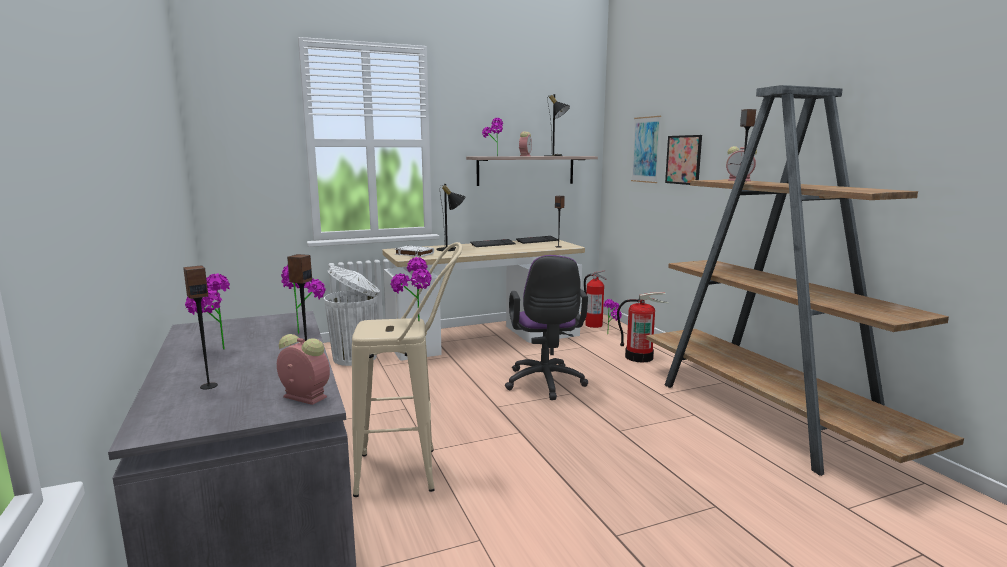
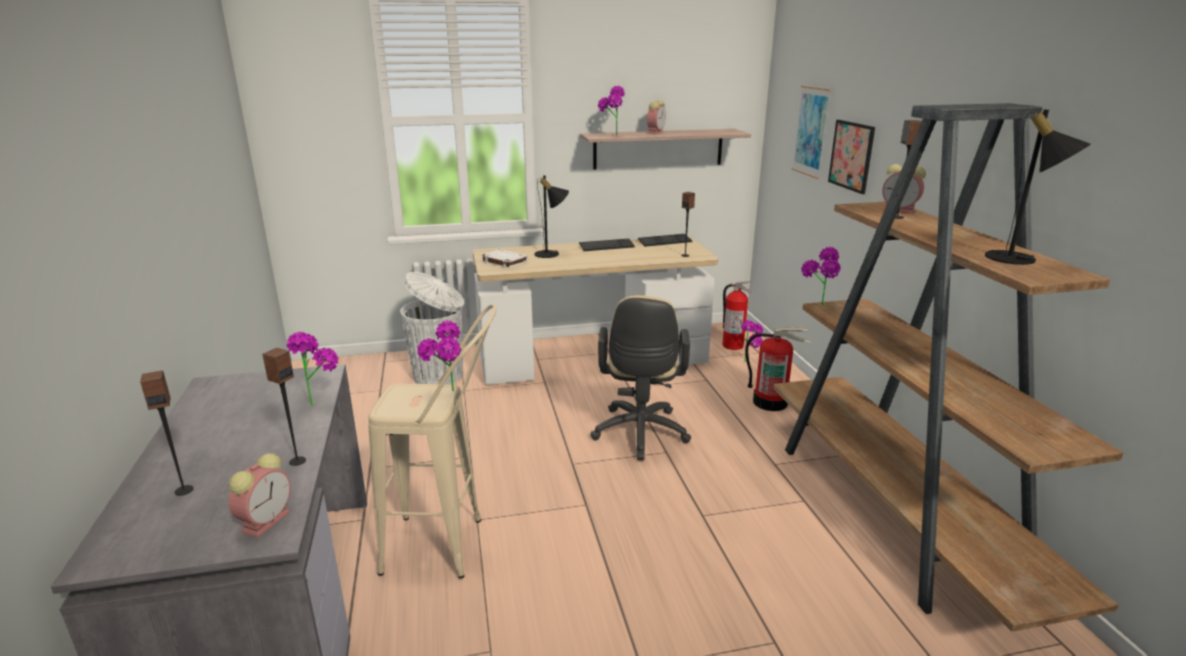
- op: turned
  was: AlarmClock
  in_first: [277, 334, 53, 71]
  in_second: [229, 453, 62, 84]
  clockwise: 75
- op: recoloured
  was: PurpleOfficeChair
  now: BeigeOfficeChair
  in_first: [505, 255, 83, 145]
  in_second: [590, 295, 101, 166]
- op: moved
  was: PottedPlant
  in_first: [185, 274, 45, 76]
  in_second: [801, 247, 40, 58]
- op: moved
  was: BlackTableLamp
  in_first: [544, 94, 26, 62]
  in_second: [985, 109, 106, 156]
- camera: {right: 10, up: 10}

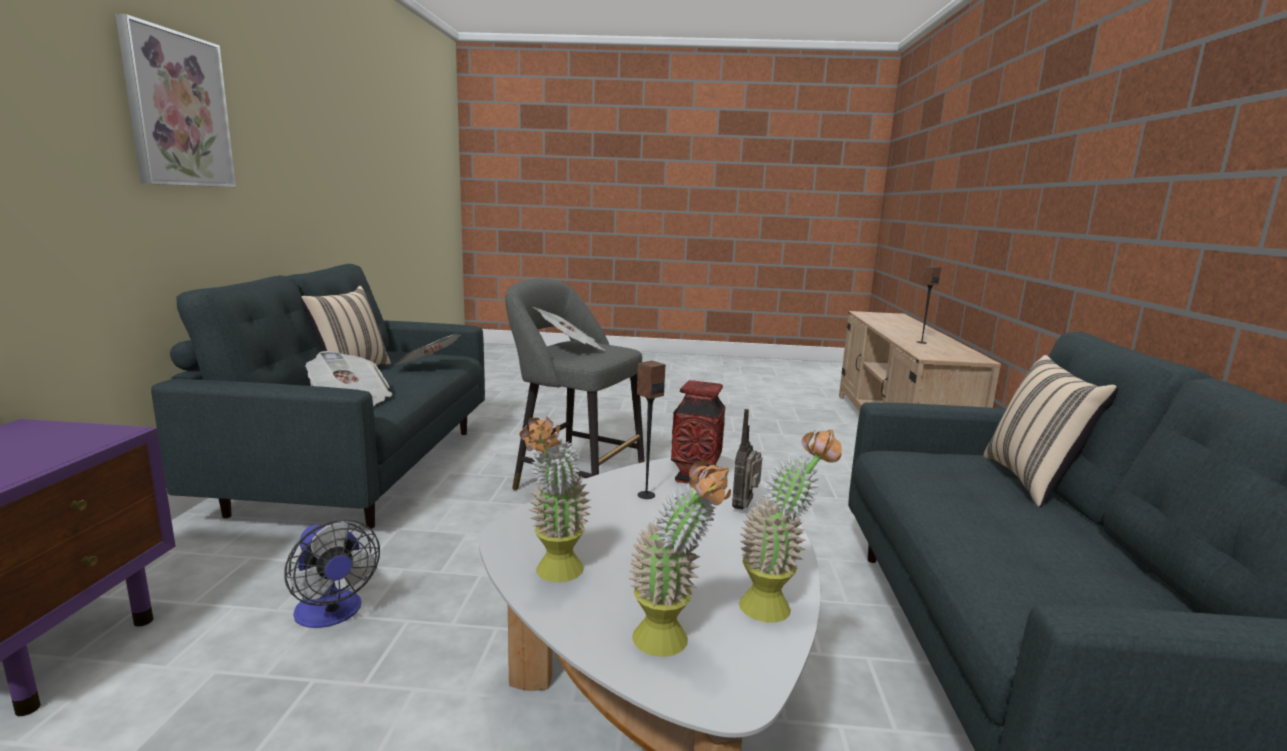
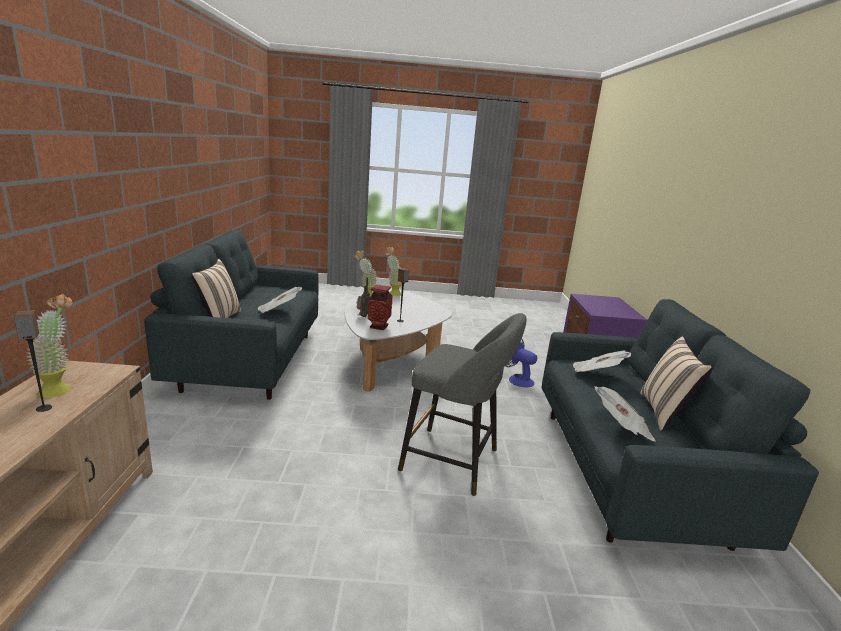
- op: moved
  was: PottedPlant
  in_first: [519, 415, 72, 167]
  in_second: [27, 293, 46, 105]
- op: moved
  was: Newspaper
  in_first: [533, 307, 73, 44]
  in_second: [258, 287, 44, 26]
- op: removed
  was: Picture
  in_first: [115, 14, 121, 173]
- camera: {right: 175, up: 5}

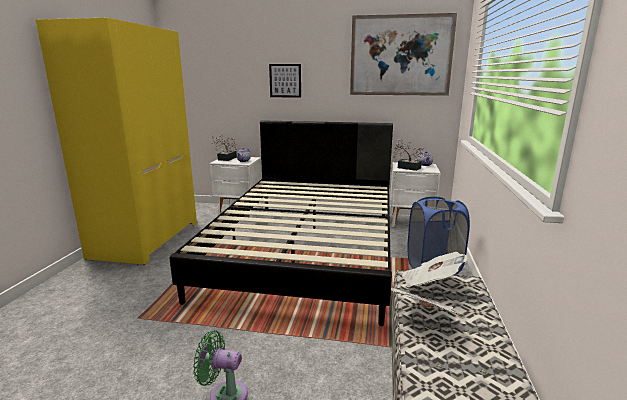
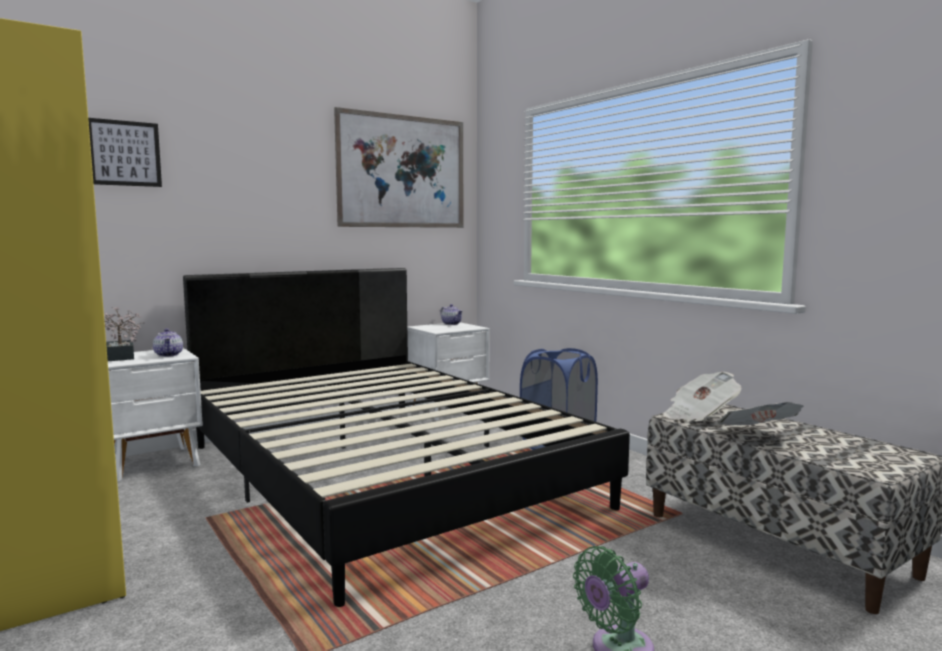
- op: moved
  was: Picture
  in_first: [269, 64, 32, 34]
  in_second: [88, 118, 74, 69]
- op: removed
  was: PottedPlant
  in_first: [392, 139, 34, 32]
- camera: {right: -45, up: -10}

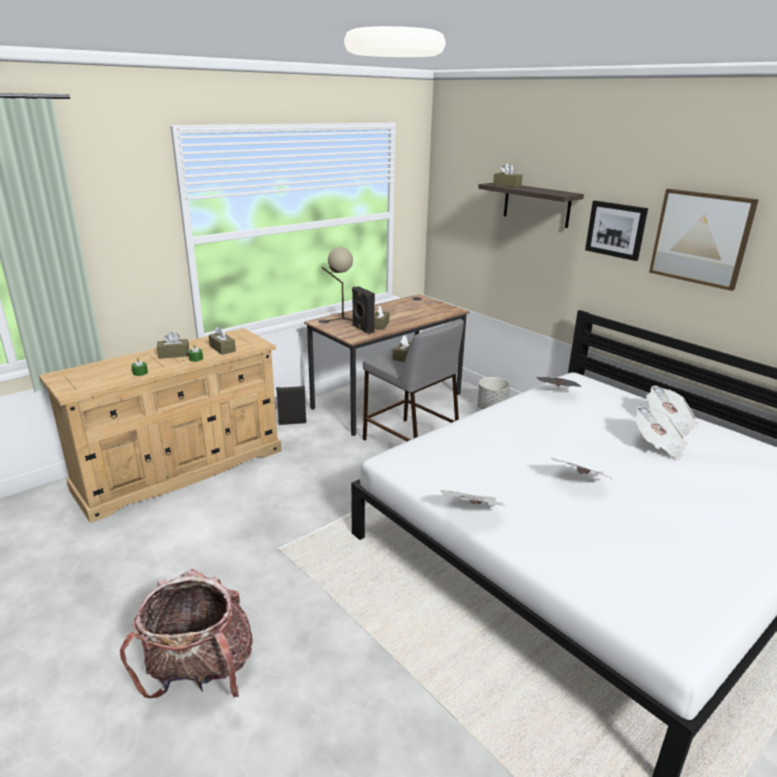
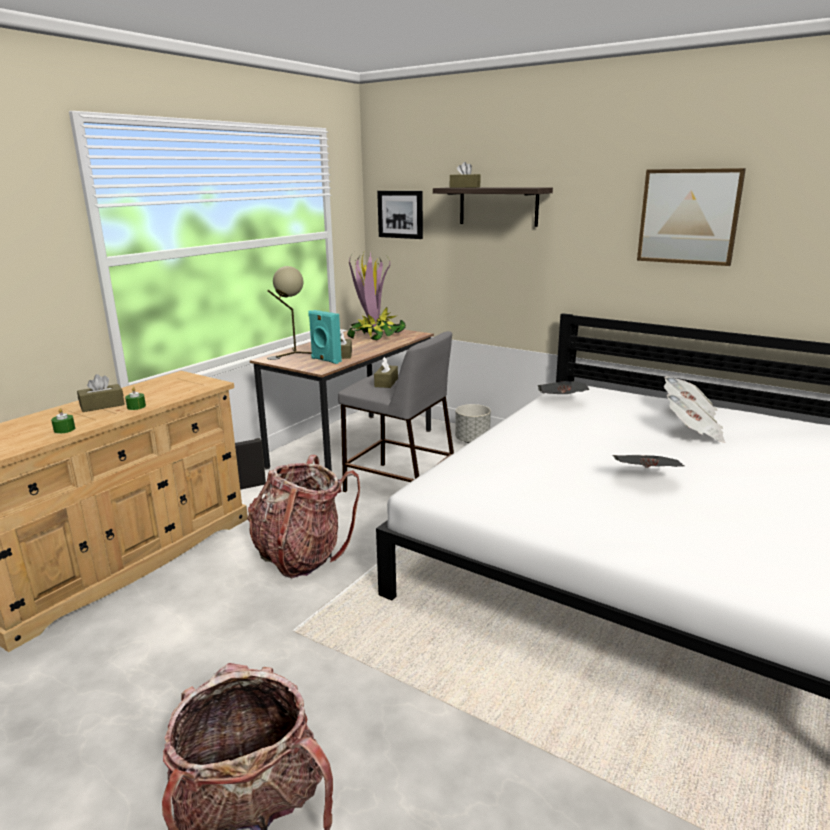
- op: added
  now: Backpack
  in_second: [247, 455, 113, 123]
- op: recoloured
  was: BlackSpeaker
  now: TurquoiseSpeaker
  in_first: [352, 286, 23, 48]
  in_second: [308, 310, 34, 54]
- op: added
  now: PottedPlant
  in_second: [347, 252, 59, 88]
- op: moved
  was: Picture
  in_first: [585, 200, 63, 61]
  in_second: [377, 191, 46, 48]
- op: removed
  was: BrownTissueBox
  in_first: [209, 326, 27, 29]
- op: removed
  was: Newspaper
  in_first: [441, 490, 64, 16]
- camera: {right: -15, up: -5}

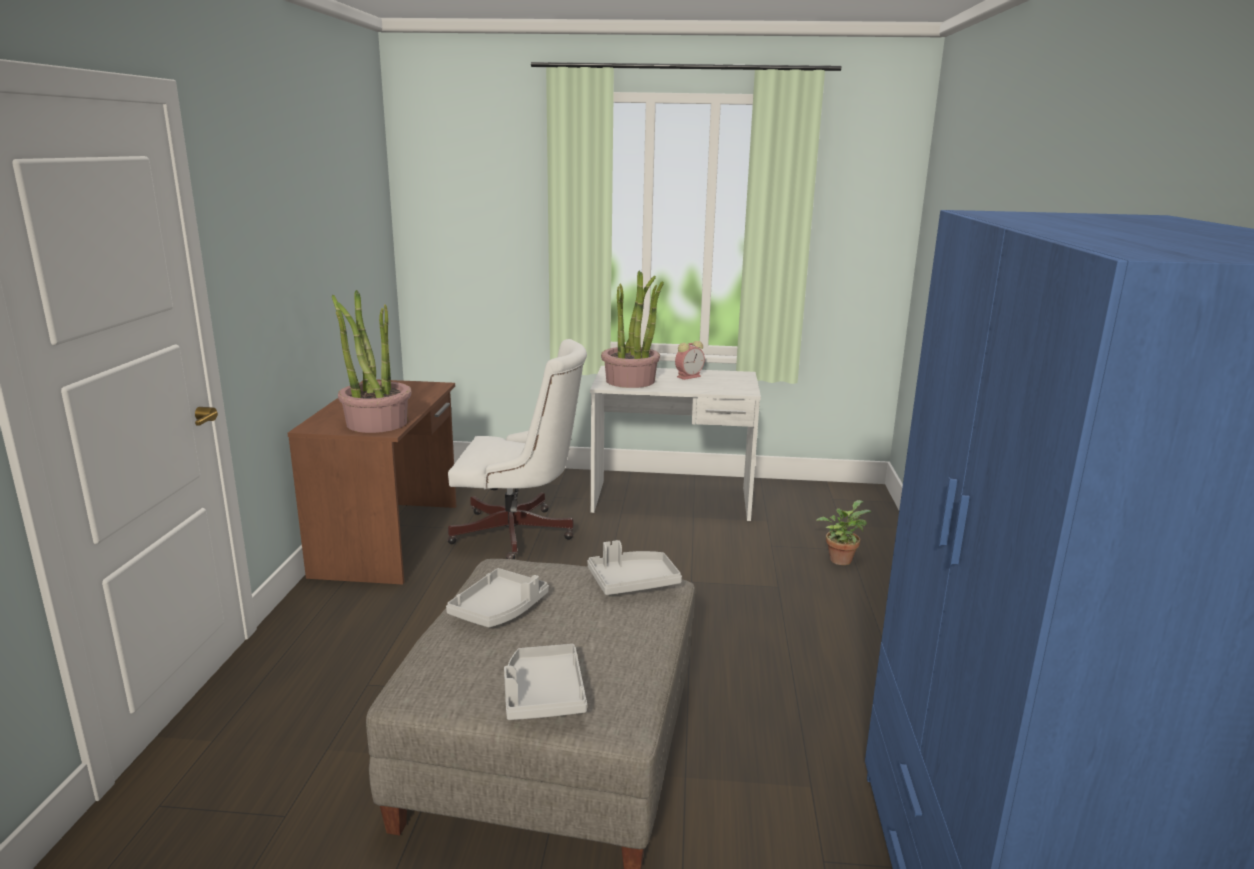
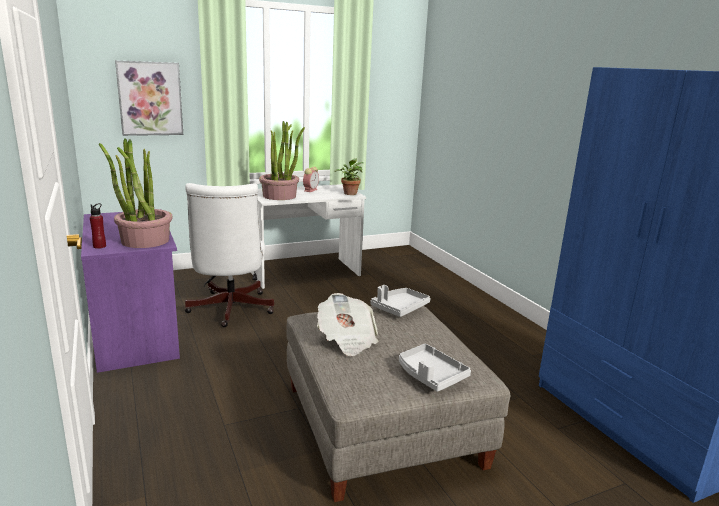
- op: recoloured
  was: BrownDesk
  now: PurpleDesk
  in_first: [288, 379, 168, 206]
  in_second: [81, 209, 99, 164]
- op: added
  now: RedBottle
  in_second: [90, 203, 16, 46]
- op: added
  now: Picture
  in_second: [115, 60, 68, 76]
- op: turned
  was: WhiteOfficeChair
  in_first: [447, 339, 140, 220]
  in_second: [185, 183, 89, 144]
  clockwise: 105
- op: replaced
  was: GreyTray
  now: Newspaper
  in_first: [446, 568, 103, 60]
  in_second: [317, 293, 61, 63]
- op: moved
  was: PottedPlant
  in_first: [816, 500, 55, 65]
  in_second: [334, 158, 29, 37]
- camera: {right: -30, up: 0}

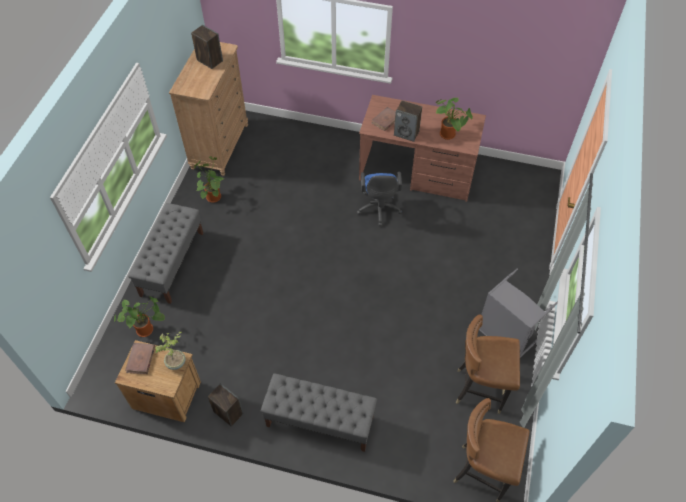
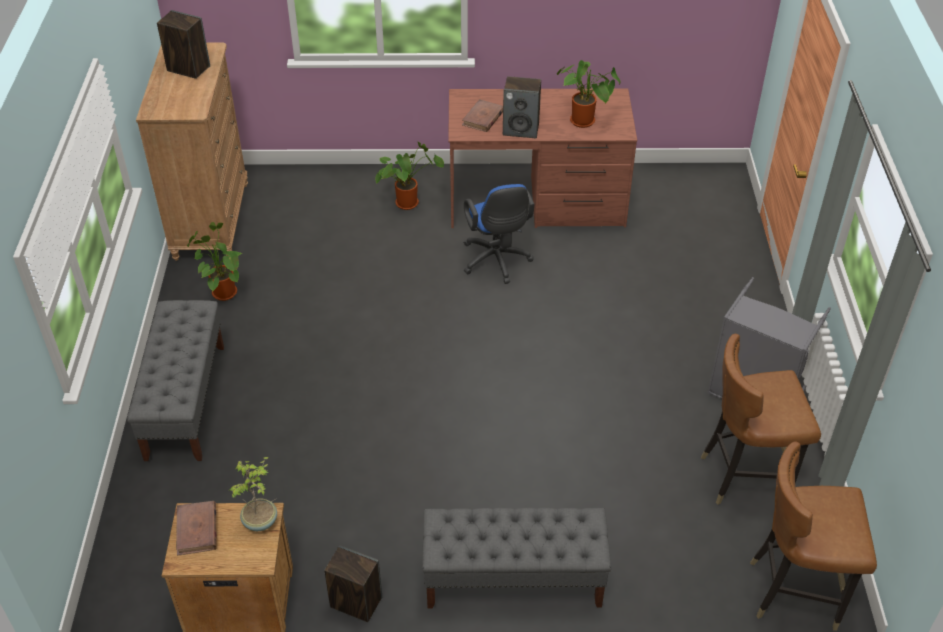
- op: moved
  was: PottedPlant
  in_first: [114, 296, 51, 41]
  in_second: [375, 142, 69, 68]
- camera: {right: -15, up: -10}

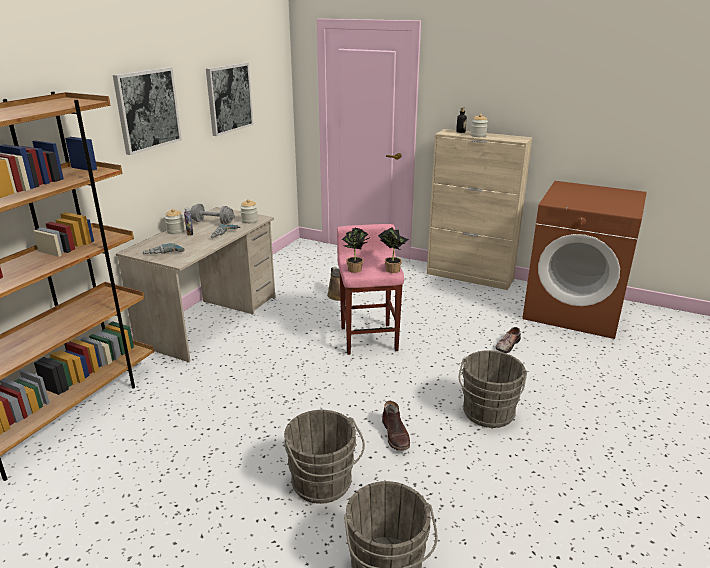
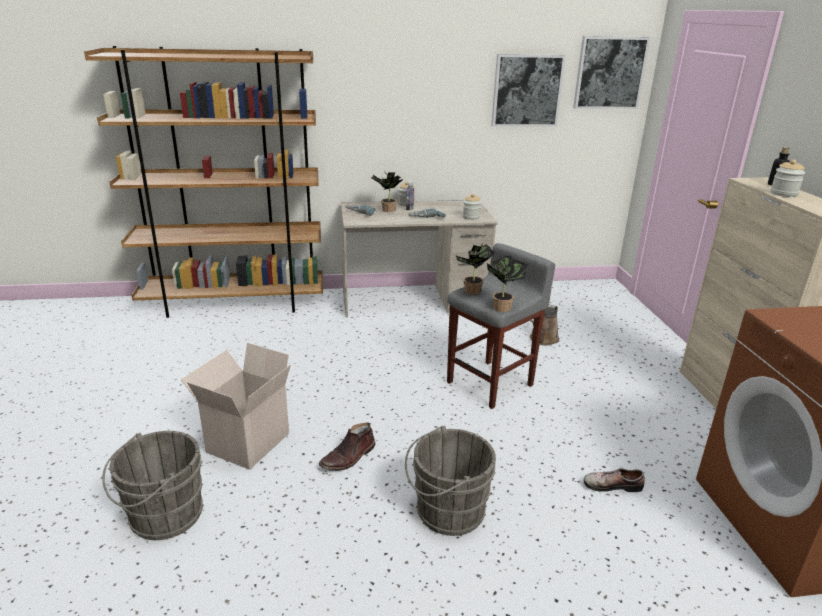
- op: replaced
  was: GreyBucket
  now: CardboardBox
  in_first: [284, 410, 81, 94]
  in_second: [181, 343, 110, 127]
- op: added
  now: PottedPlant
  in_second: [371, 171, 32, 41]
- op: recoloured
  was: PinkStool
  now: GreyStool
  in_first: [337, 224, 67, 131]
  in_second: [447, 243, 108, 166]
- op: moved
  was: Picture
  in_first: [113, 67, 69, 88]
  in_second: [573, 36, 77, 73]
- op: removed
  was: GreyDumbbell
  in_first: [190, 204, 45, 20]
- camera: {right: 55, up: 0}

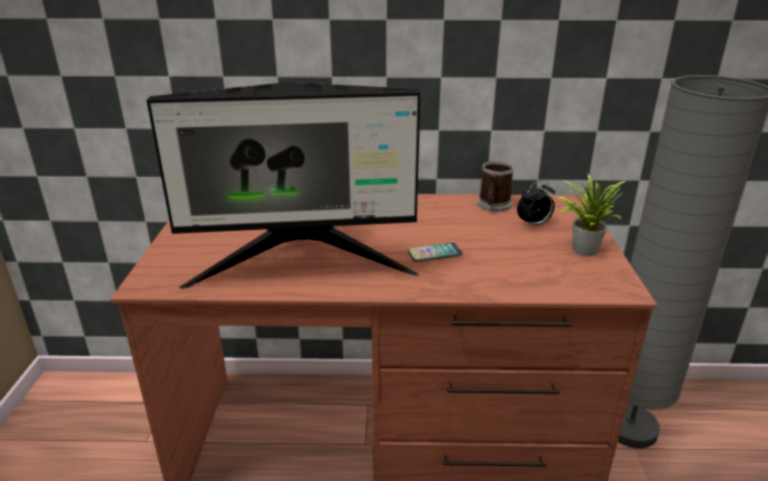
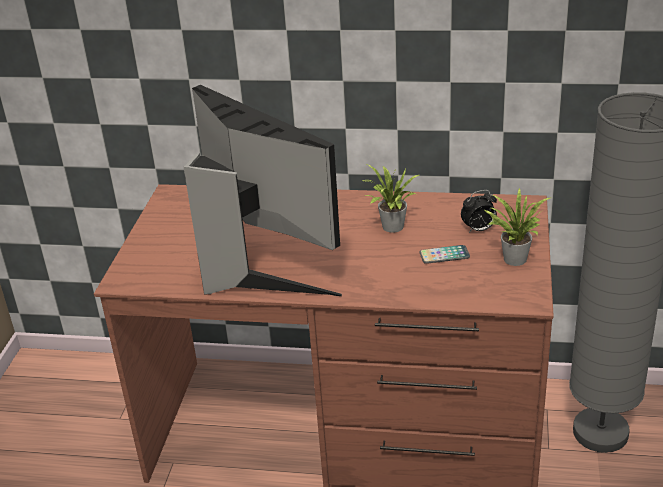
- op: turned
  was: Monitor
  in_first: [146, 82, 275, 207]
  in_second: [184, 85, 158, 211]
  clockwise: -135
- op: added
  now: PottedPlant
  in_second: [362, 165, 57, 68]
- op: moved
  was: Phone
  in_first: [407, 243, 56, 19]
  in_second: [420, 245, 50, 19]
- op: removed
  was: Mug
  in_first: [478, 161, 36, 51]
- camera: {right: 10, up: 5}

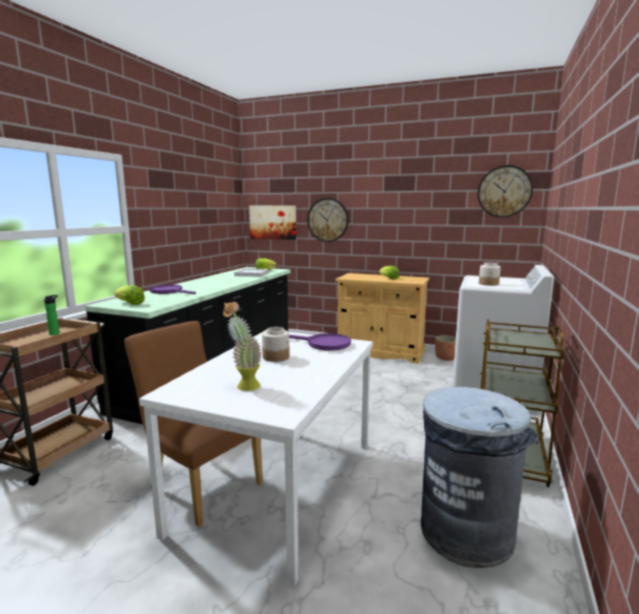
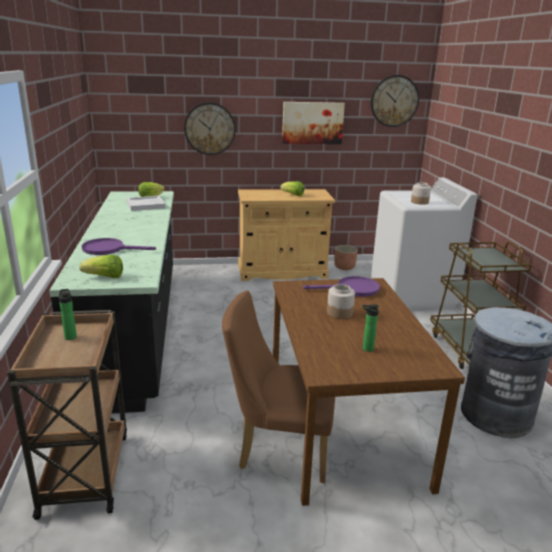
- op: recoloured
  was: WhiteDiningTable
  now: BrownDiningTable
  in_first: [139, 330, 234, 256]
  in_second: [273, 278, 192, 228]
- op: moved
  was: Picture
  in_first: [249, 205, 47, 35]
  in_second: [282, 102, 63, 42]
- op: replaced
  was: PottedPlant
  now: Bottle
  in_first: [223, 302, 39, 89]
  in_second: [362, 304, 17, 48]
- camera: {right: -30, up: 10}

